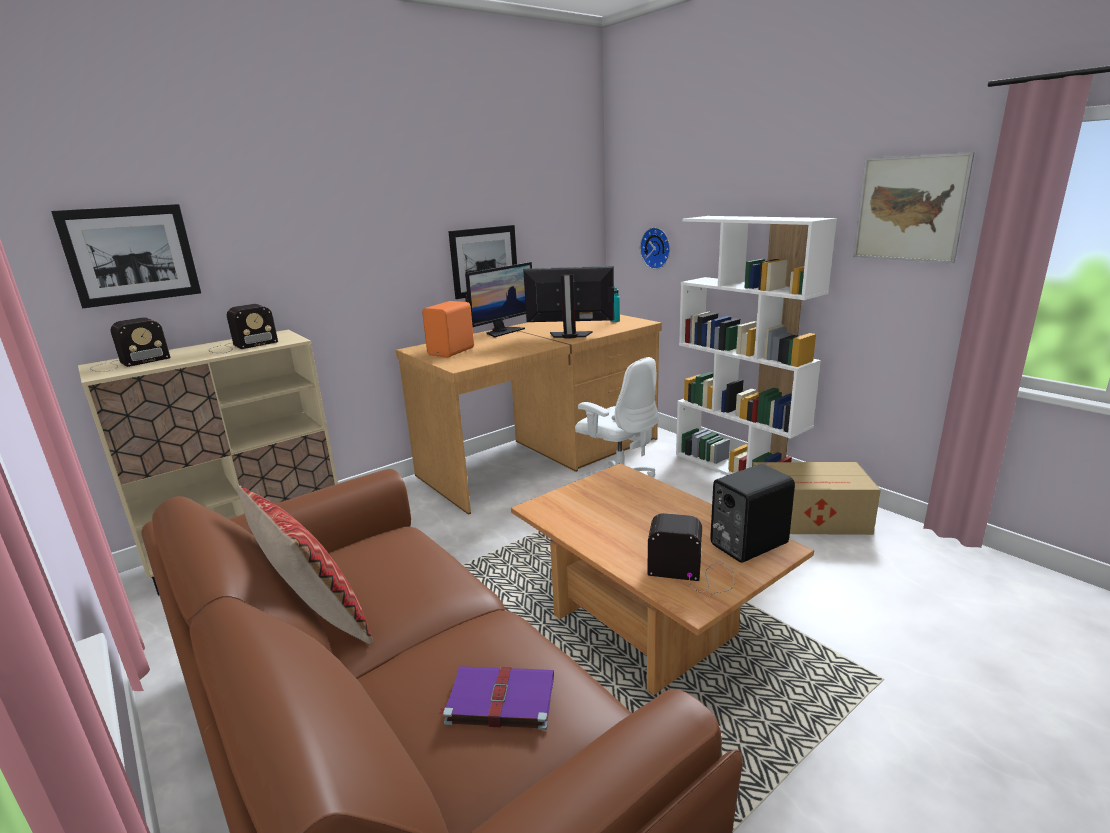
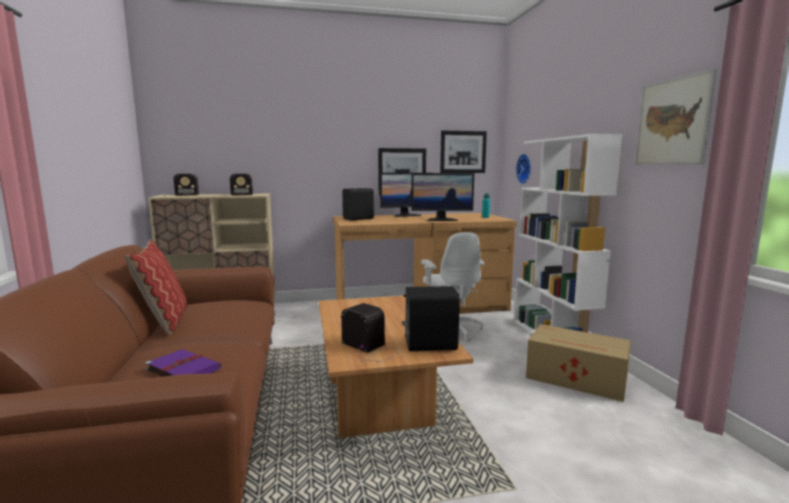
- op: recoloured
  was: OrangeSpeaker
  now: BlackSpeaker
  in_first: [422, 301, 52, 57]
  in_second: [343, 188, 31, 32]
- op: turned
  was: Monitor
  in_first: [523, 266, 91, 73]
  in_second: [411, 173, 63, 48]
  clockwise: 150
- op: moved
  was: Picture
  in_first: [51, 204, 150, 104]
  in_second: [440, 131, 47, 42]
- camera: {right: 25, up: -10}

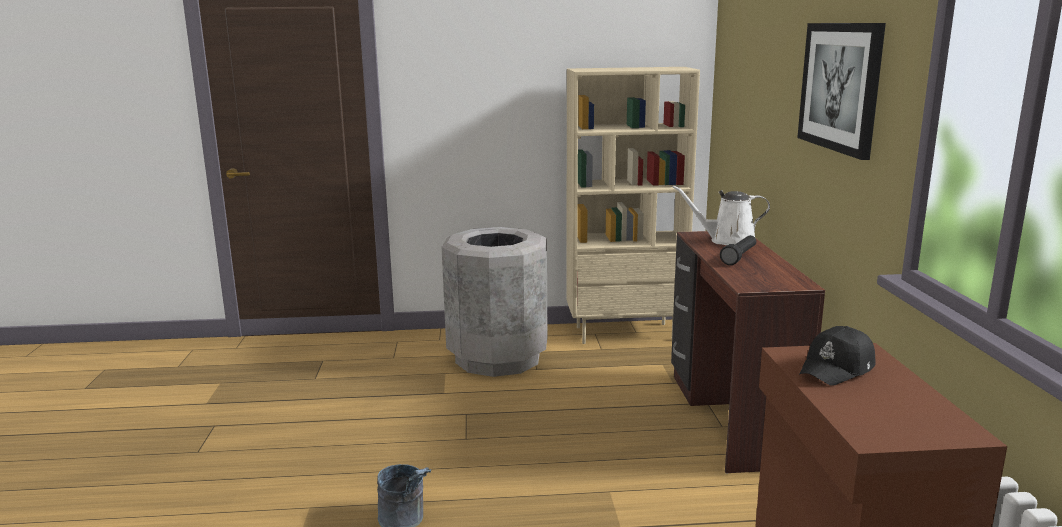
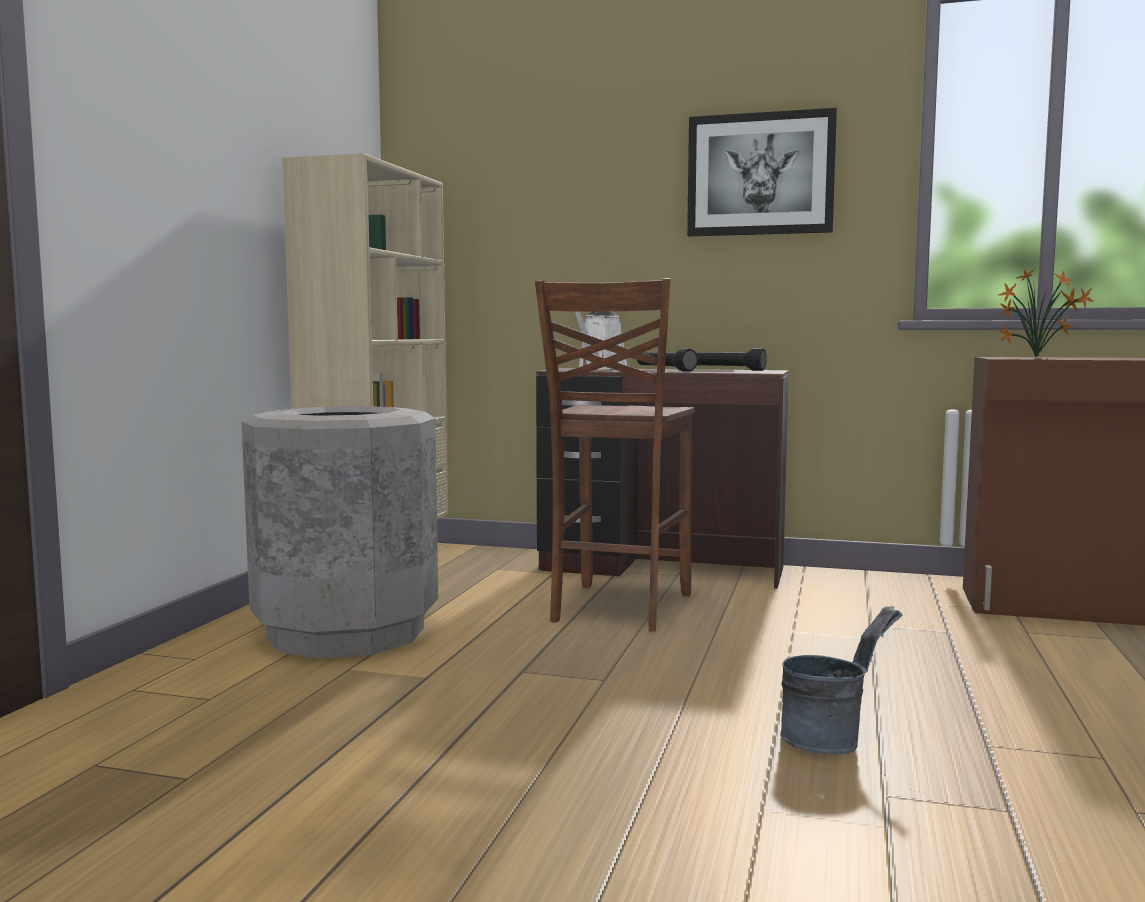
- op: added
  now: BrownChair
  in_second: [535, 278, 159, 353]
- op: added
  now: BlackFlashlight
  in_second: [696, 348, 71, 23]
- op: replaced
  was: BlackCap
  now: PottedPlant
  in_first: [799, 326, 76, 60]
  in_second: [997, 267, 98, 91]
- camera: {right: -70, up: -10}

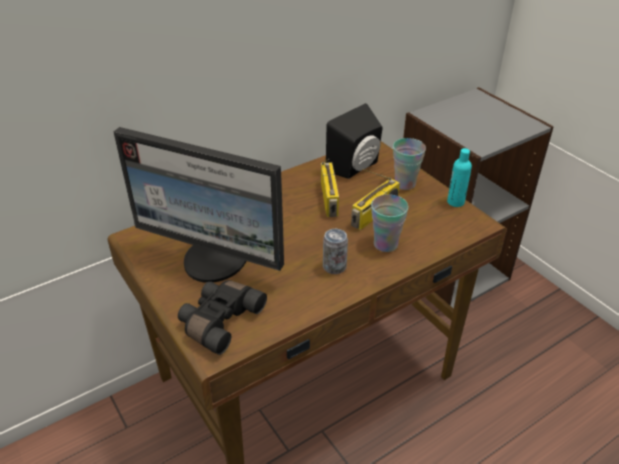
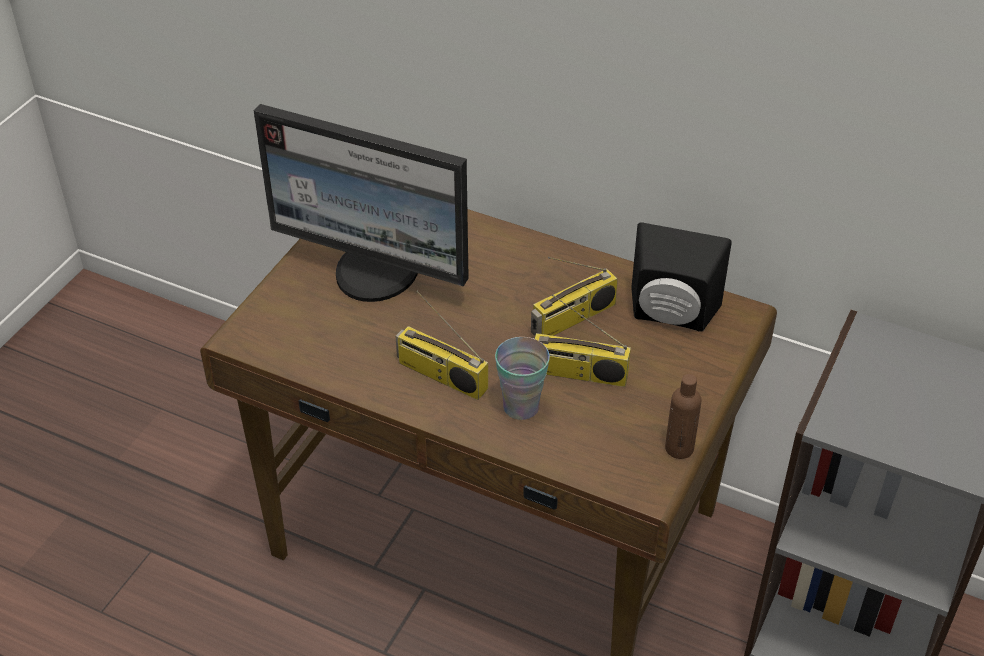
- op: turned
  was: Monitor
  in_first: [114, 127, 170, 156]
  in_second: [254, 104, 215, 198]
  clockwise: -60
- op: replaced
  was: Can
  now: Radio
  in_first: [323, 229, 25, 45]
  in_second: [396, 290, 92, 110]
- op: recoloured
  was: TurquoiseBottle
  now: BrownBottle
  in_first: [447, 148, 25, 59]
  in_second: [665, 374, 37, 85]
- op: removed
  was: BlackBinoculars
  in_first: [178, 280, 89, 75]
- op: removed
  was: Cup
  in_first: [393, 138, 33, 52]
- camera: {right: 60, up: 5}

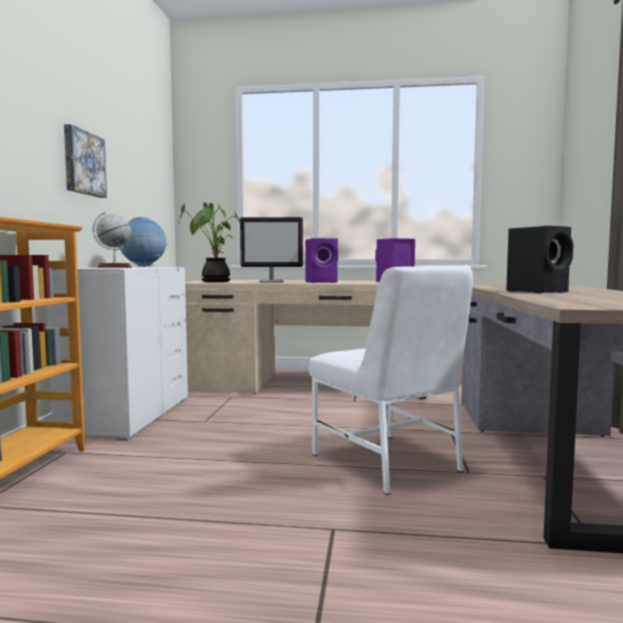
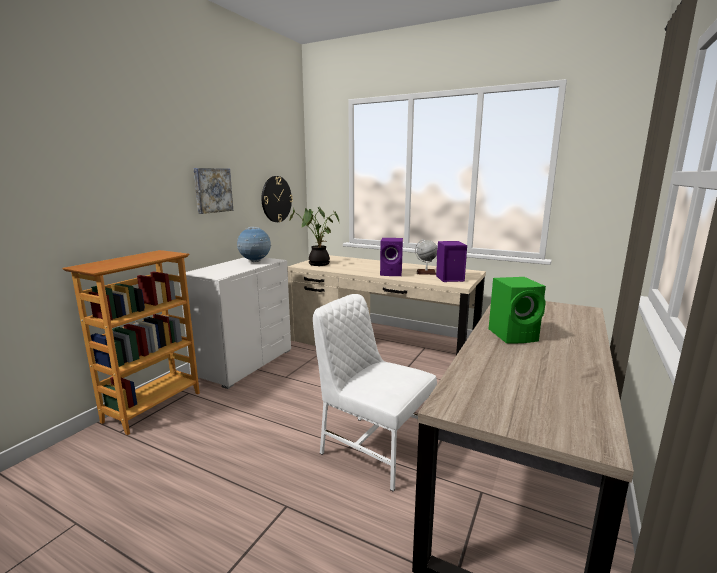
- op: added
  now: WallClock
  in_second: [261, 176, 32, 46]
- op: turned
  was: WhiteChair
  in_first: [309, 265, 164, 230]
  in_second: [313, 294, 124, 198]
  clockwise: 135
- op: moved
  was: Globe
  in_first: [93, 212, 39, 56]
  in_second: [415, 239, 23, 36]
- op: recoloured
  was: BlackSpeaker
  now: GreenSpeaker
  in_first: [506, 226, 68, 67]
  in_second: [489, 277, 57, 66]
- op: removed
  was: Monitor
  in_first: [240, 217, 63, 66]
- camera: {right: 20, up: 10}

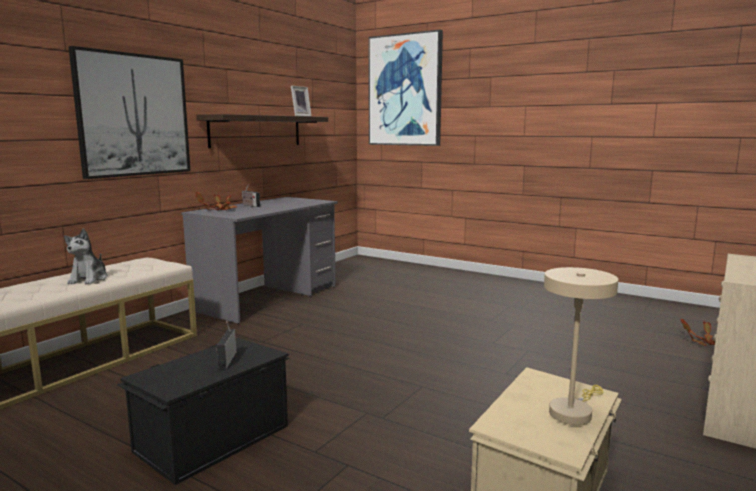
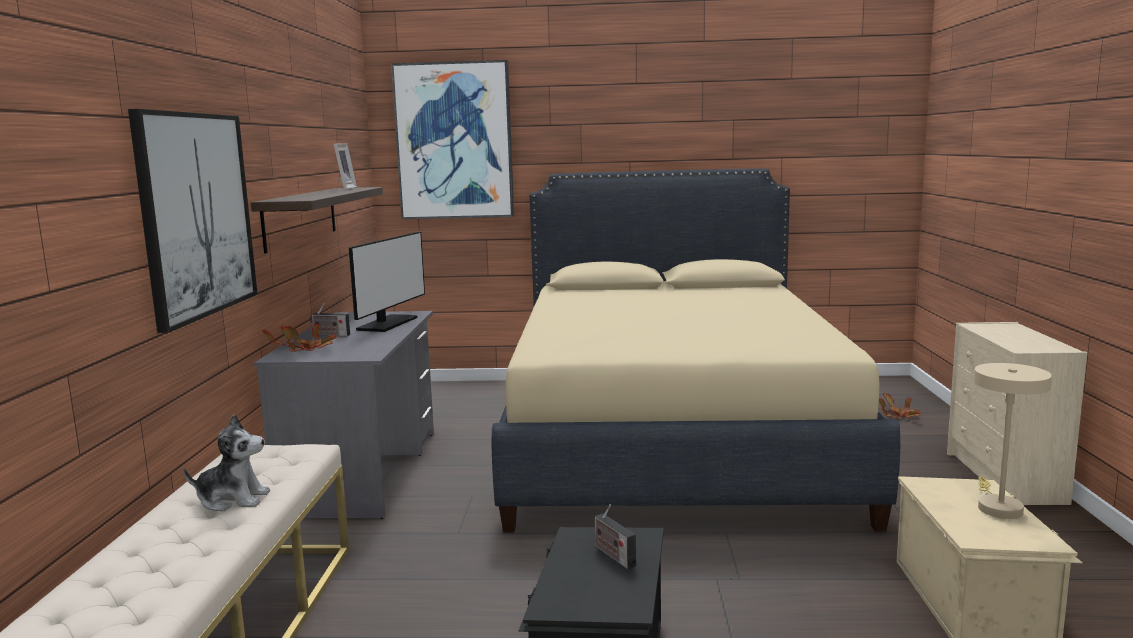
- op: turned
  was: PlushToy
  in_first: [64, 228, 44, 56]
  in_second: [183, 414, 87, 97]
  clockwise: -60
- op: added
  now: Monitor
  in_second: [349, 232, 76, 100]
- op: added
  now: BeigeBed
  in_second: [492, 169, 408, 363]
- camera: {right: -30, up: 0}

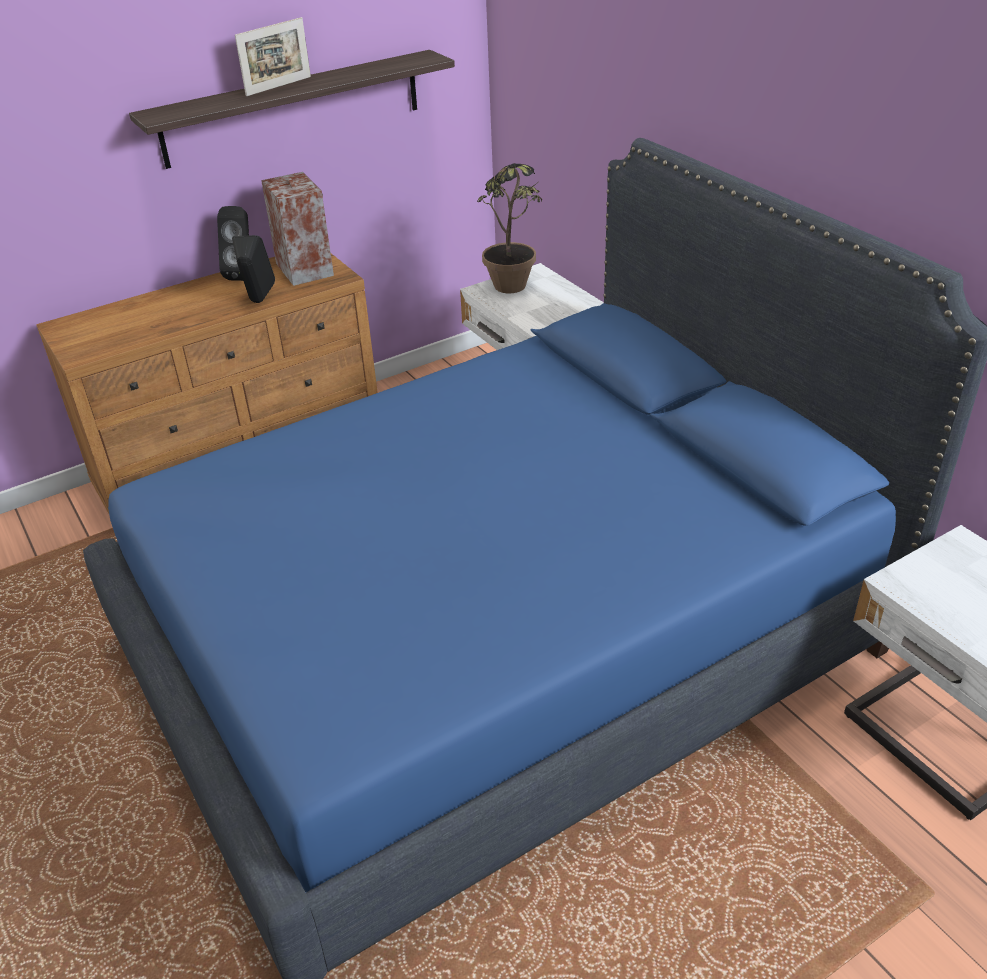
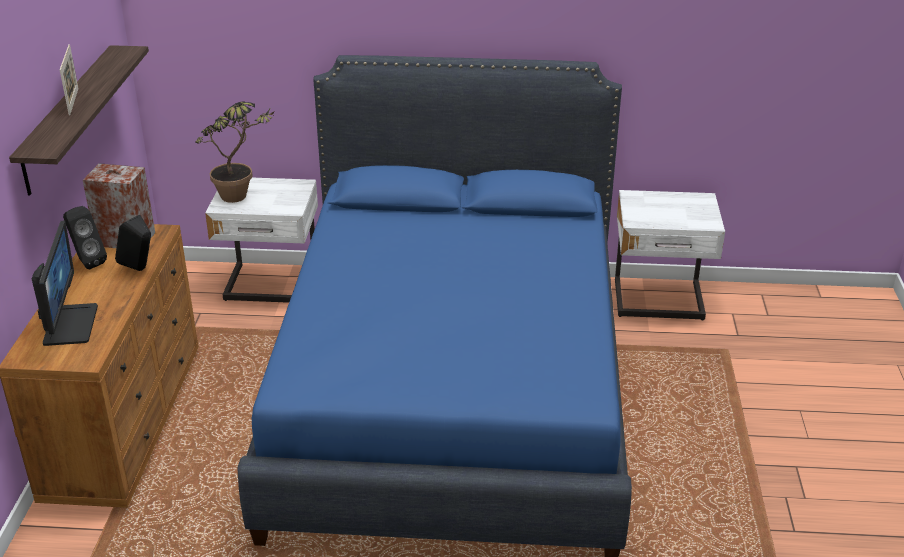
- op: added
  now: Monitor
  in_second: [32, 221, 66, 125]
- camera: {right: -55, up: -5}

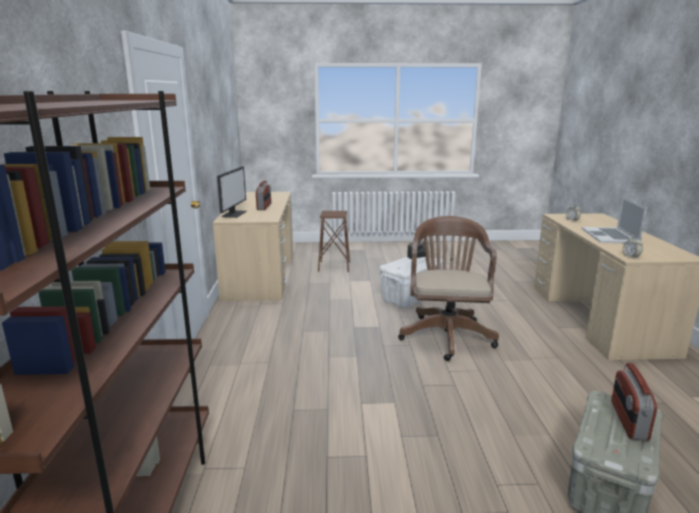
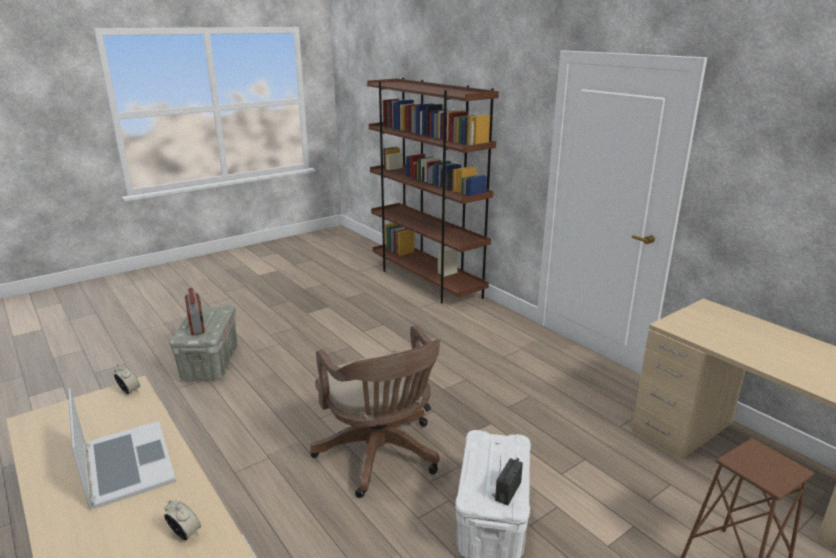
- op: removed
  was: Monitor
  in_first: [217, 166, 30, 52]
- op: removed
  was: Radio
  in_first: [256, 181, 15, 29]
- camera: {right: 145, up: 5}

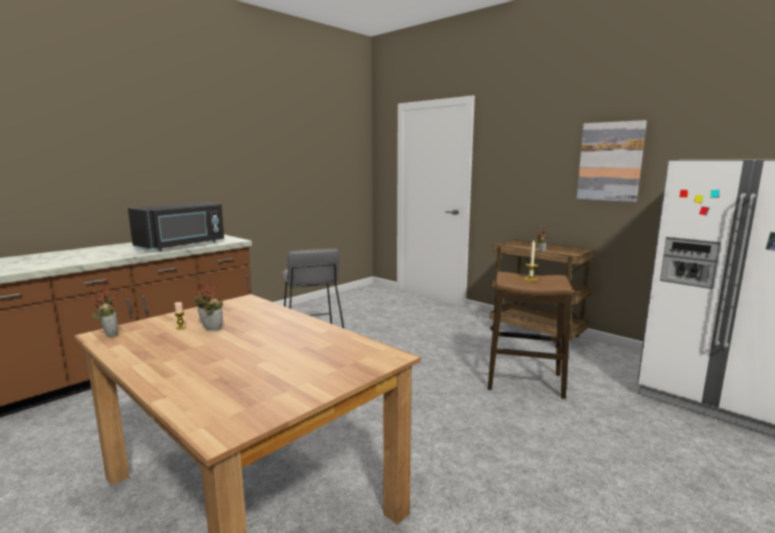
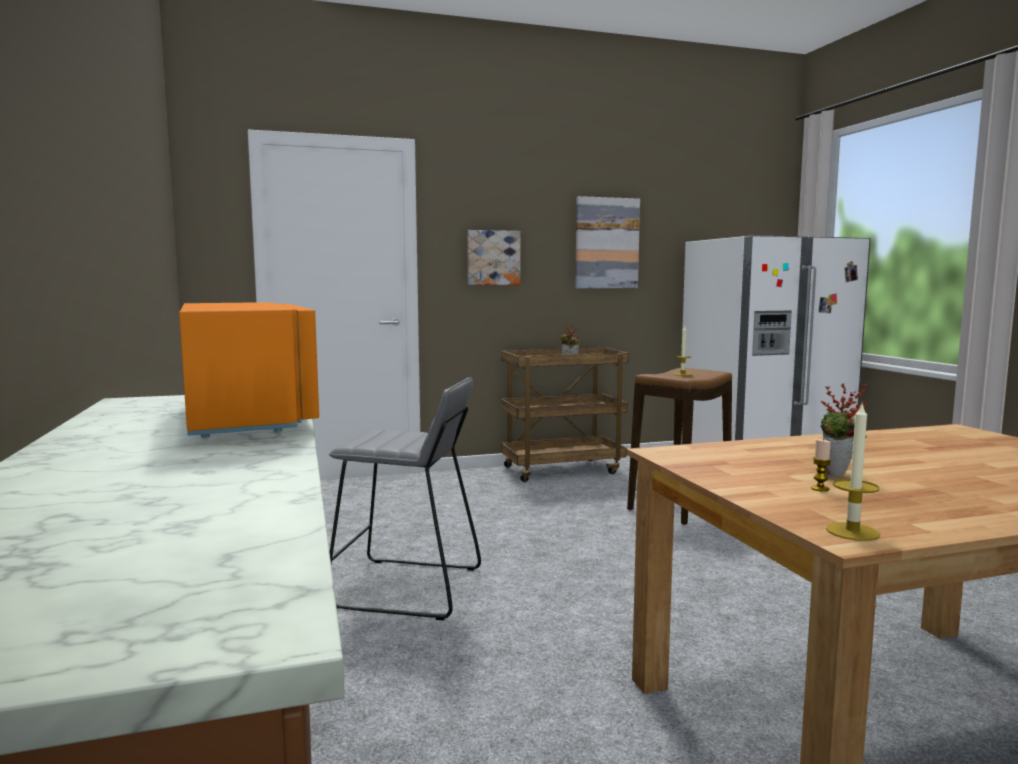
- op: recoloured
  was: BlackMicrowave
  now: OrangeMicrowave
  in_first: [128, 202, 96, 49]
  in_second: [179, 302, 140, 135]
- op: added
  now: Picture
  in_second: [467, 230, 54, 55]
- op: replaced
  was: PottedPlant
  now: Candle
  in_first: [86, 283, 32, 54]
  in_second: [826, 404, 54, 137]
- camera: {right: -60, up: -5}

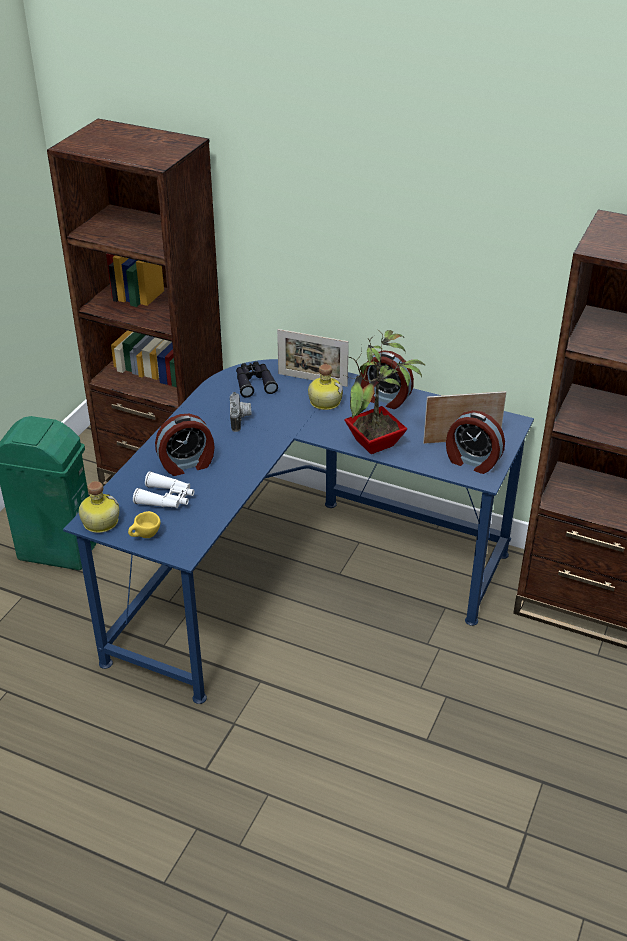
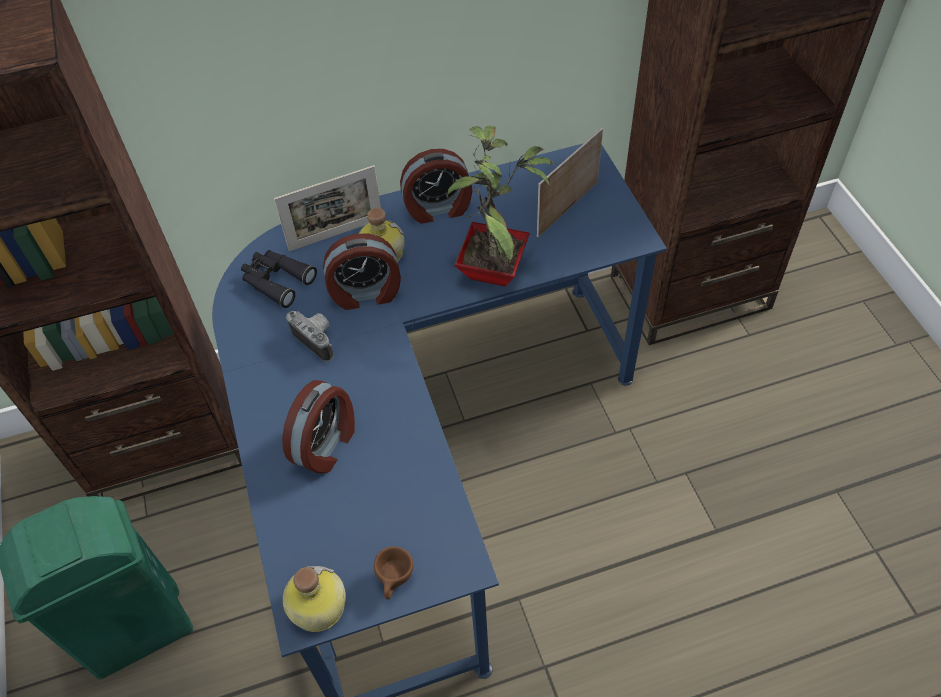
- op: moved
  was: AlarmClock
  in_first: [446, 410, 59, 64]
  in_second: [323, 233, 78, 77]
- op: recoloured
  was: YellowCup
  now: BrownCup
  in_first: [128, 511, 32, 27]
  in_second: [374, 546, 39, 53]
- op: removed
  was: WhiteBinoculars
  in_first: [133, 472, 62, 36]
- camera: {right: -40, up: 15}

